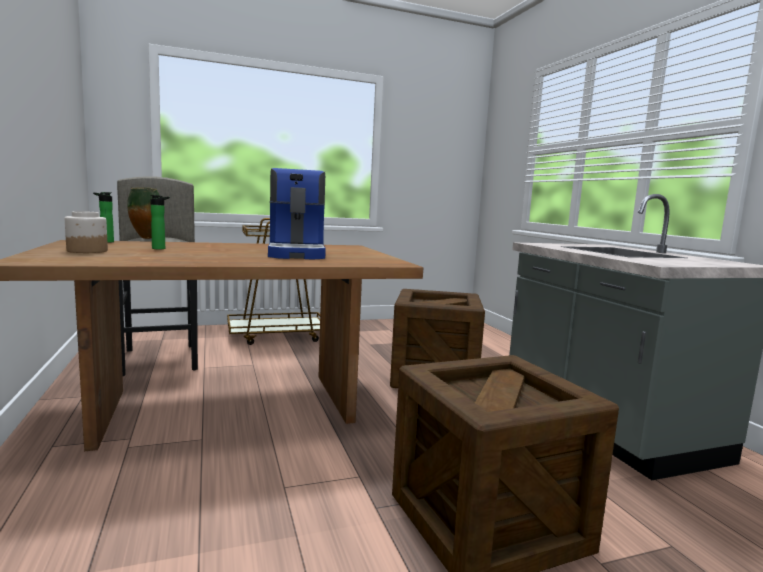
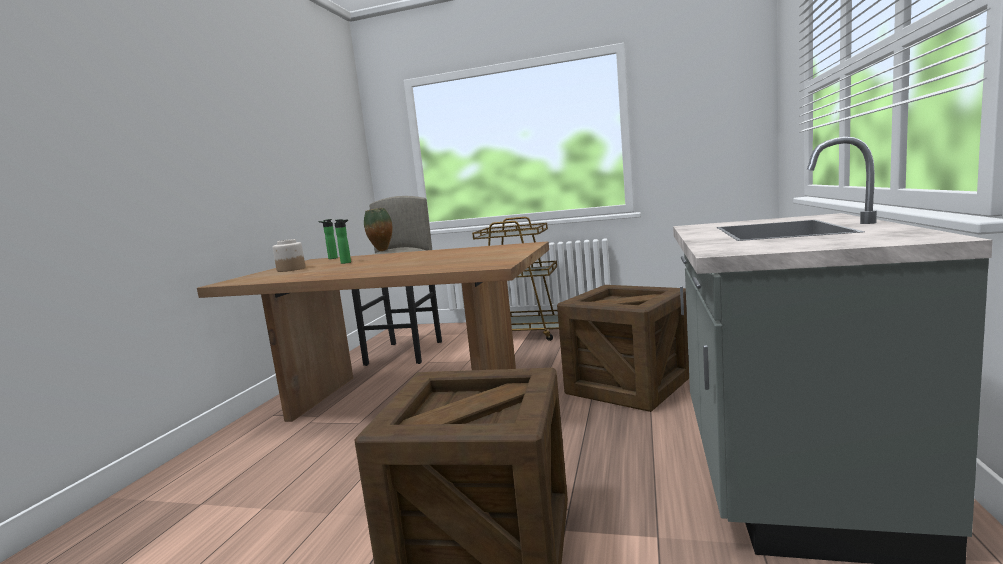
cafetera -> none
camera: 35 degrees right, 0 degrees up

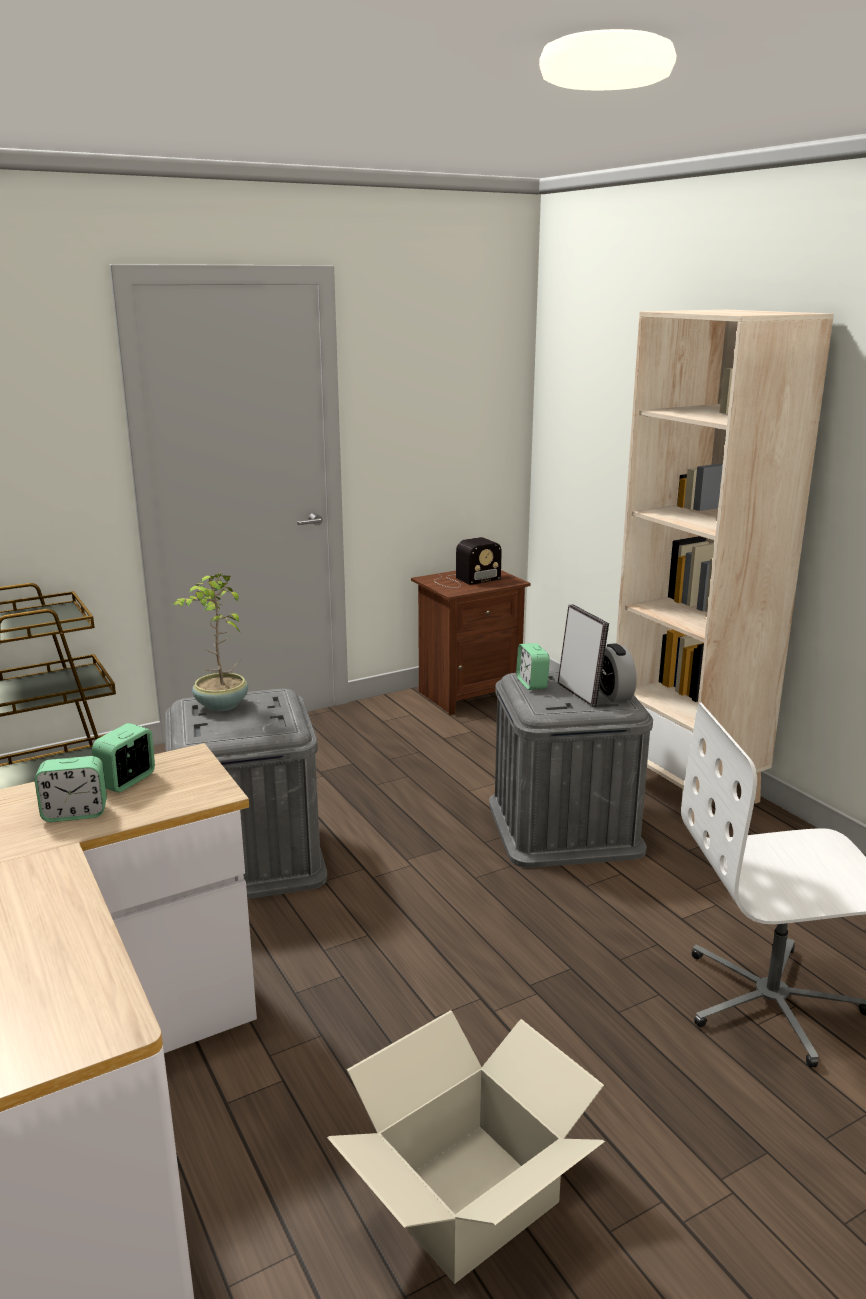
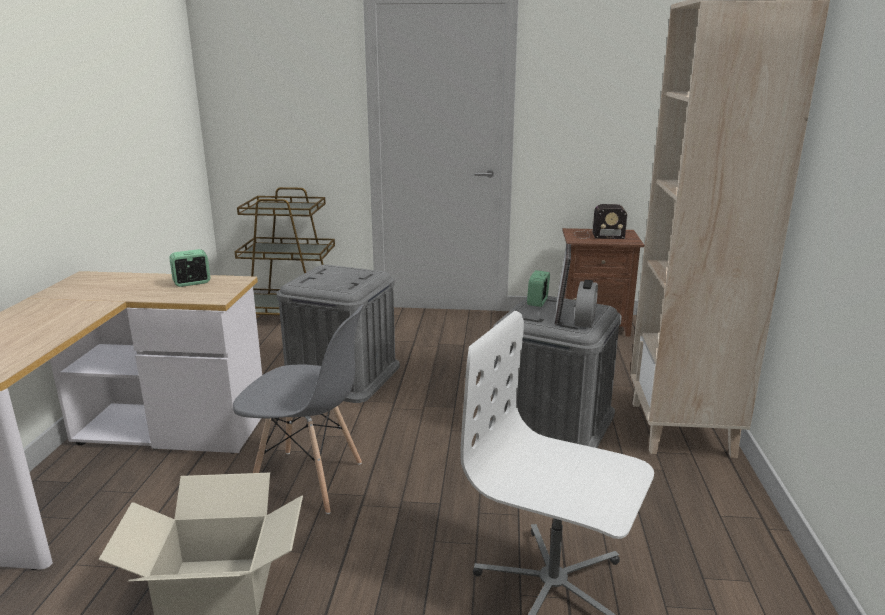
planta en maceta -> none
despertador (no. 1 from left) -> none
none -> silla (gris)
camera: 35 degrees right, 0 degrees up

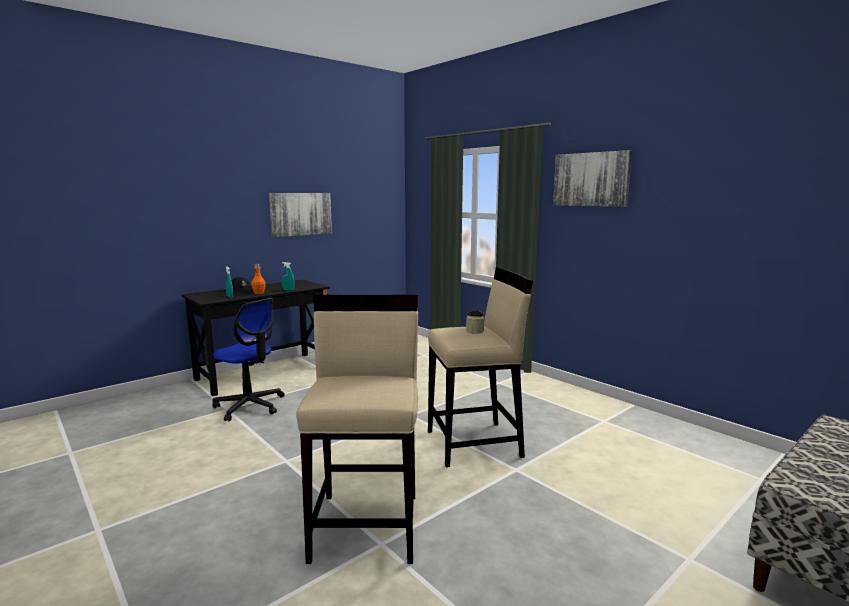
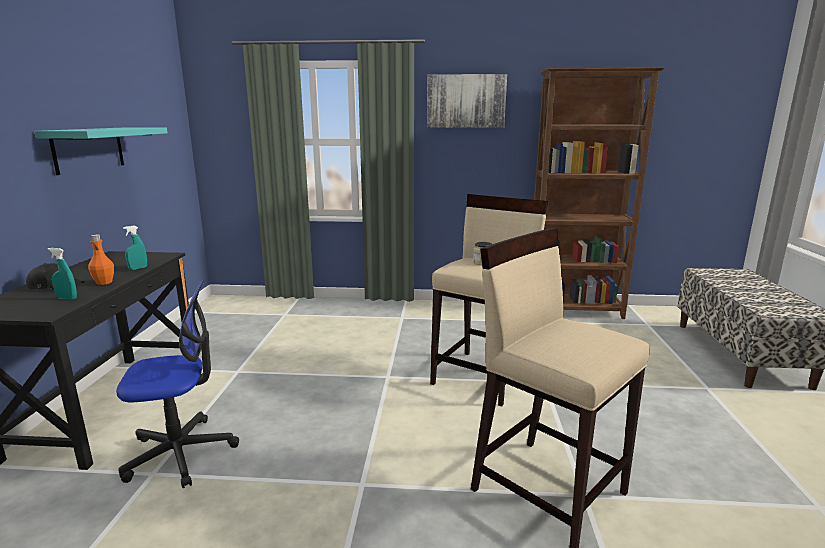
cuadro (no. 1 from left) -> estante (turquesa)
none -> estantería (marrón)
camera: 45 degrees left, 5 degrees up

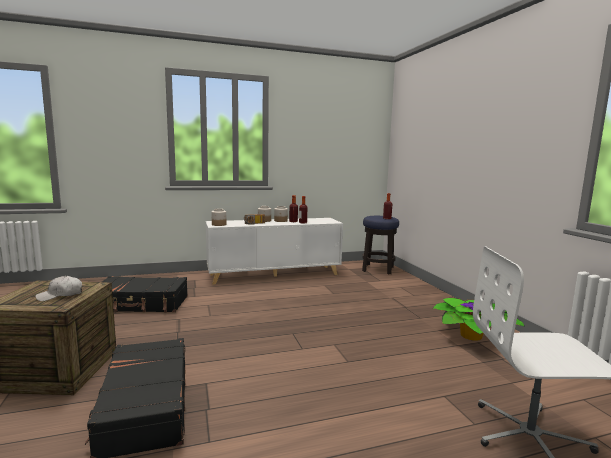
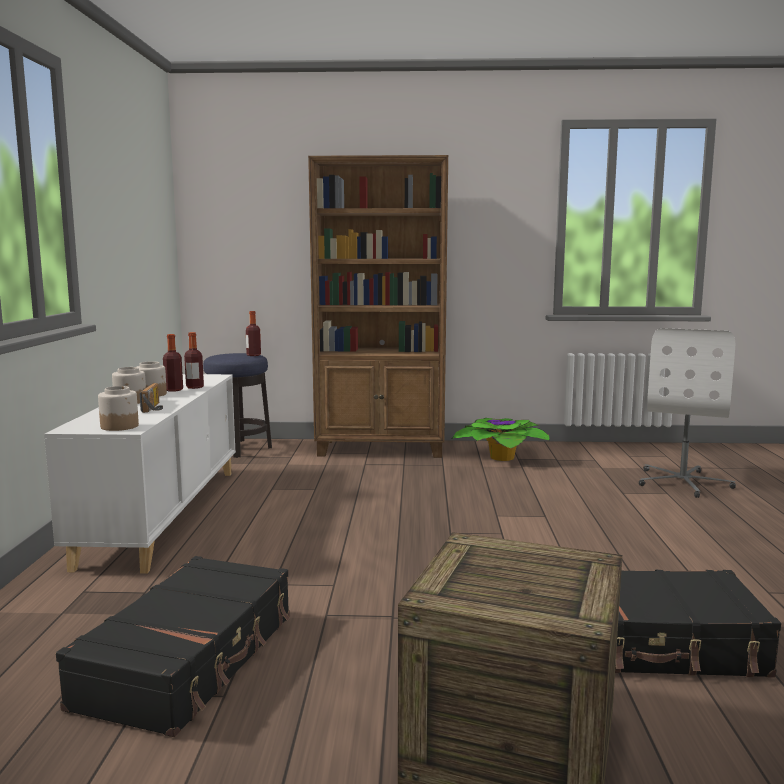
gorra (blanco) -> none
none -> estantería (marrón)
camera: 70 degrees left, 0 degrees up

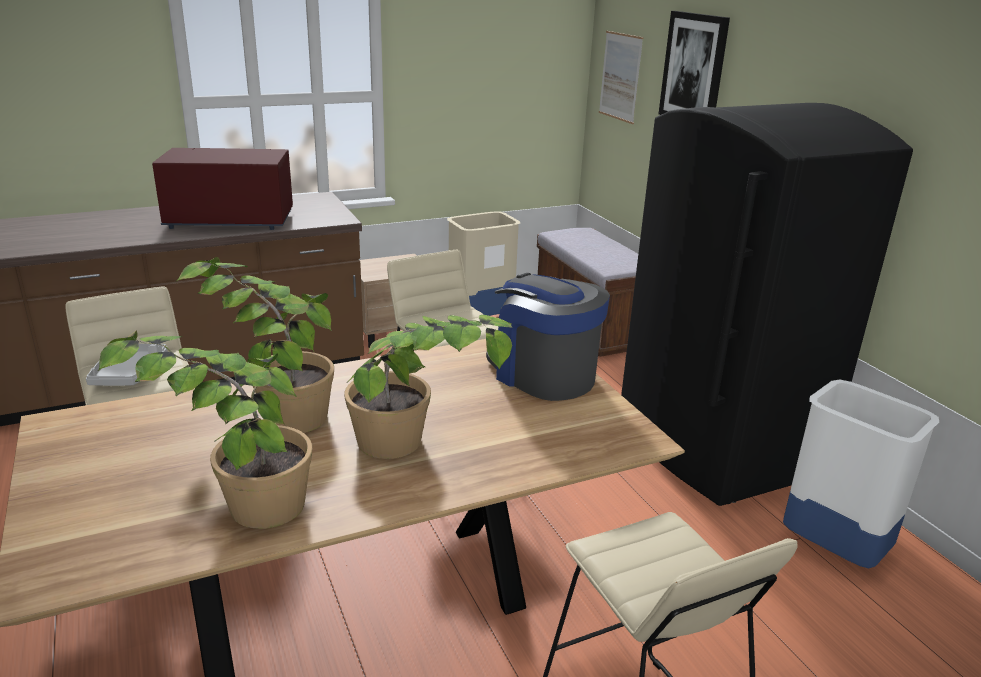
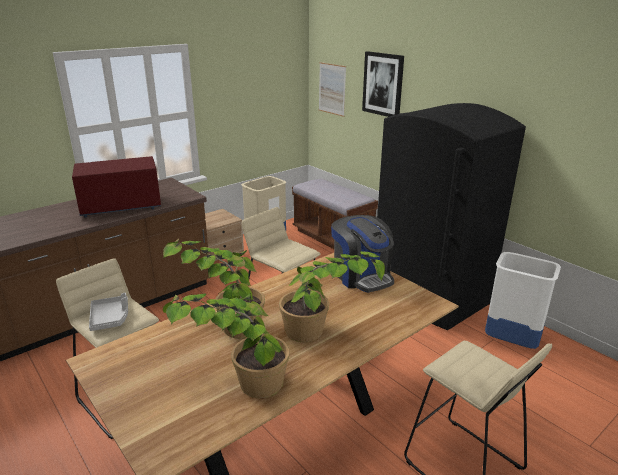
cafetera, 150 degrees counterclockwise
camera: 15 degrees left, 0 degrees up

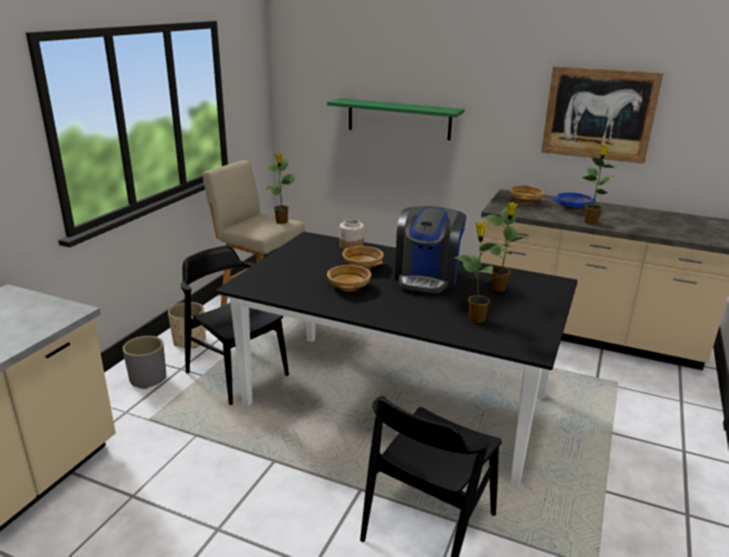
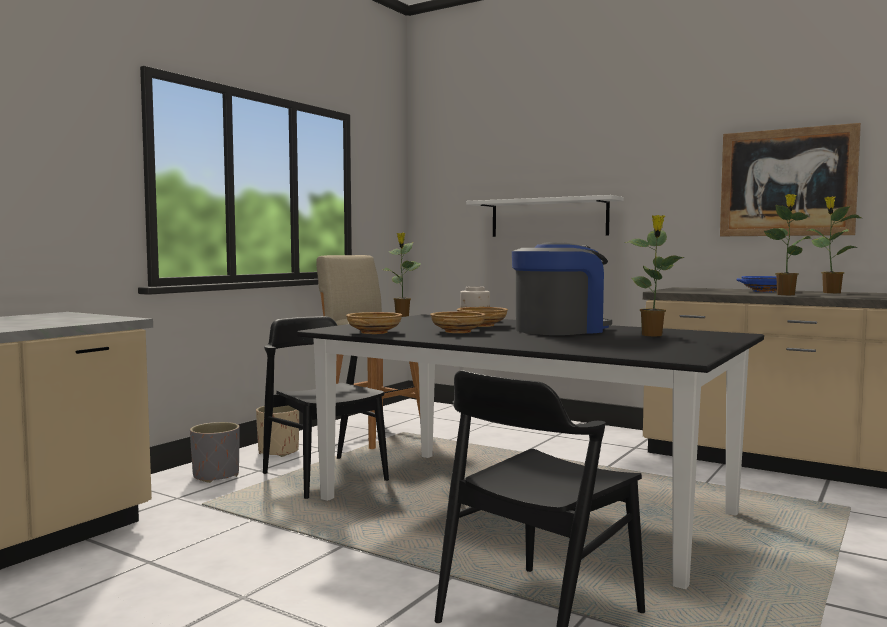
estante (verde) -> estante (blanco)
cuenco (beis) (no. 3 from left in the first image) -> cuenco (beis) (no. 1 from left), relocated
cafetera, 150 degrees counterclockwise
planta en maceta (no. 2 from left in the first image) -> planta en maceta (no. 4 from left), relocated
camera: 10 degrees right, 20 degrees down

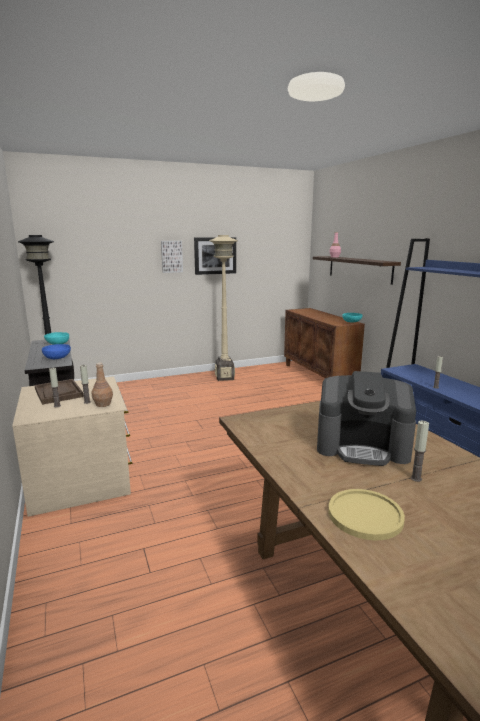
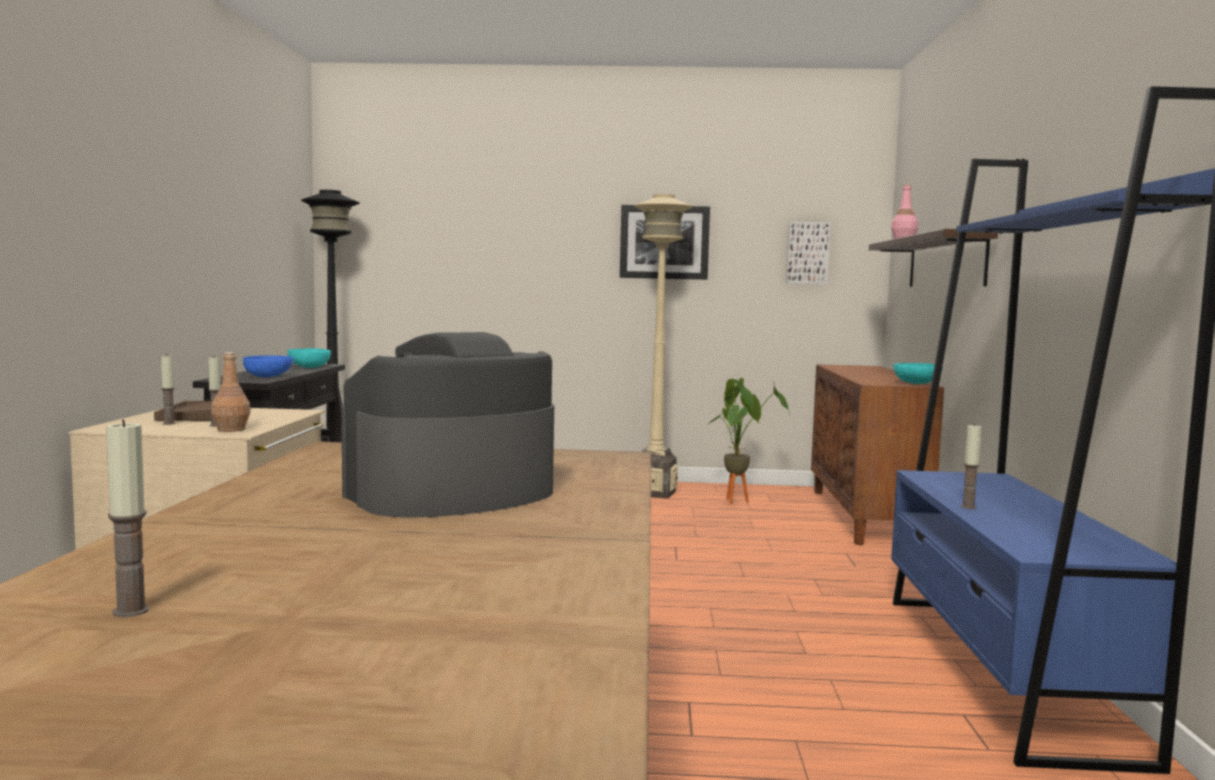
cuadro (no. 1 from left in the first image) -> cuadro (no. 2 from left), relocated
cafetera, 105 degrees clockwise
vela (no. 3 from left in the first image) -> vela (no. 1 from left), relocated
plato (amarillo) -> none
none -> planta en maceta
camera: 25 degrees right, 10 degrees down

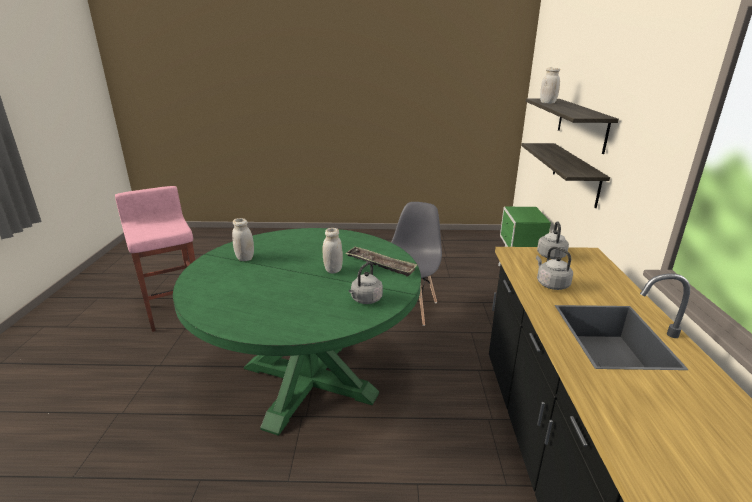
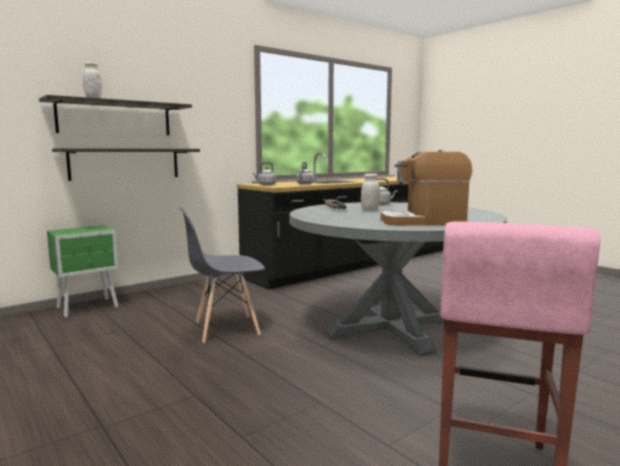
tarro (blanco) (no. 1 from left) -> cafetera
mesa de comedor (verde) -> mesa de comedor (gris)
camera: 130 degrees left, 15 degrees down

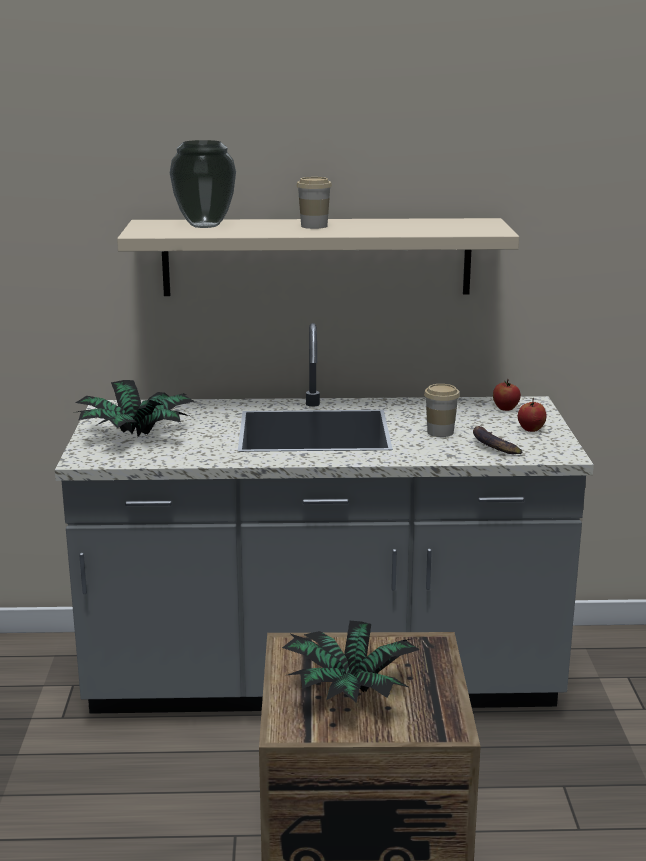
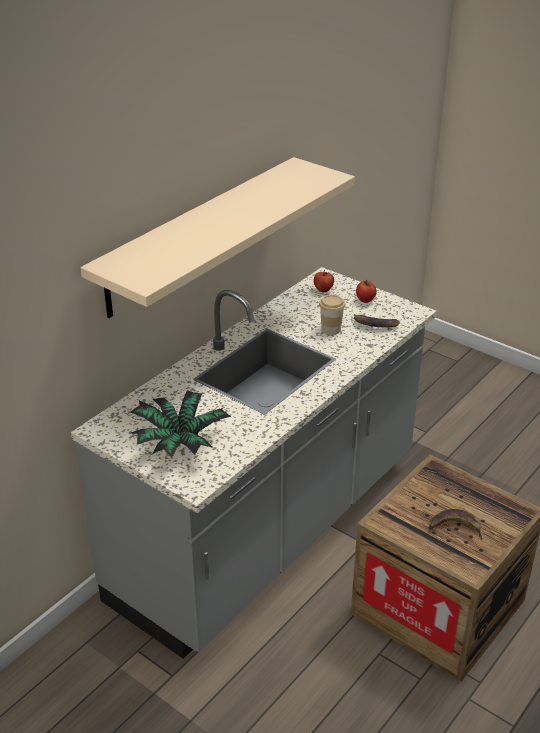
florero -> none
taza (no. 1 from left) -> none
planta en maceta (no. 2 from left) -> plátano (no. 2 from left)
camera: 50 degrees left, 15 degrees up

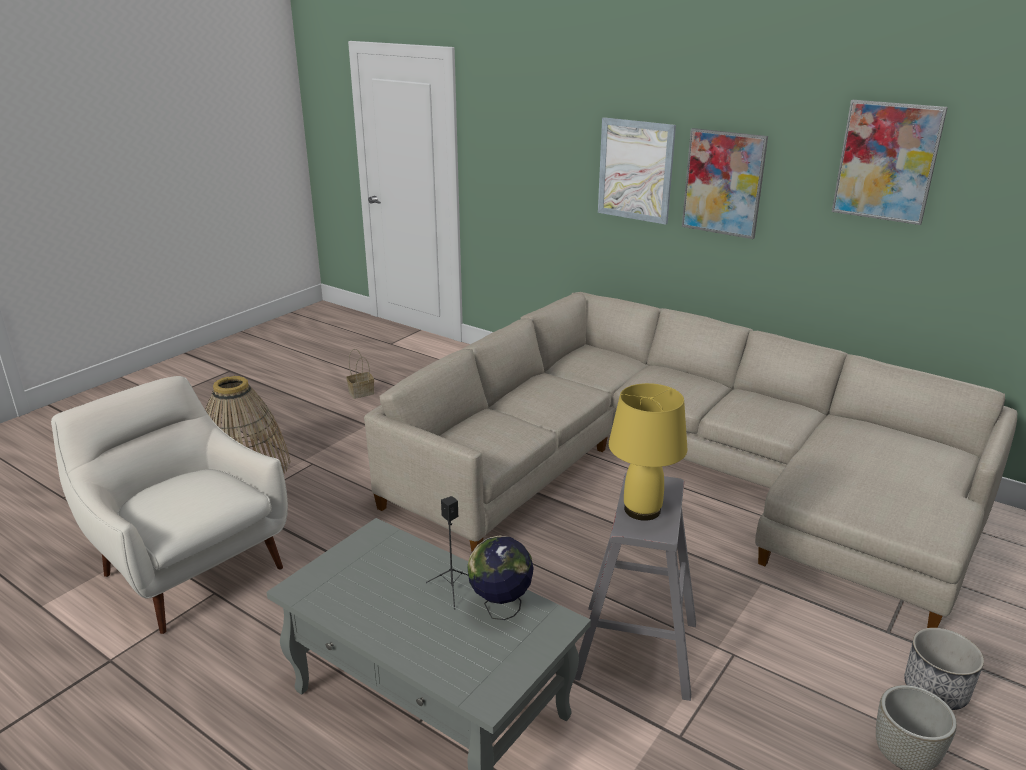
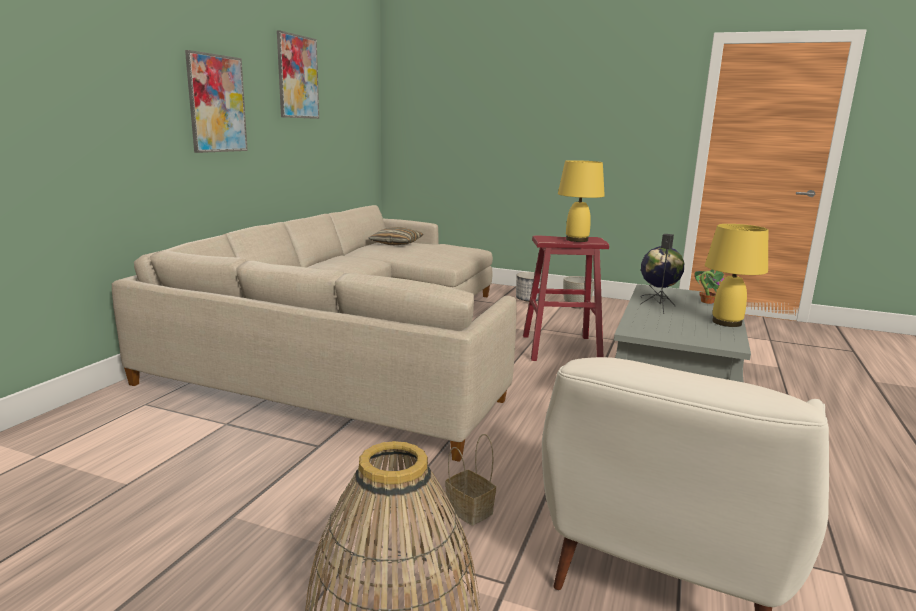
cuadro (no. 1 from left) -> none
cesta (no. 2 from left), relocated
taburete (gris) -> taburete (rojo)
none -> lámpara de mesa (amarillo) (no. 2 from left)
none -> cojín
none -> planta en maceta
camera: 105 degrees left, 10 degrees down

